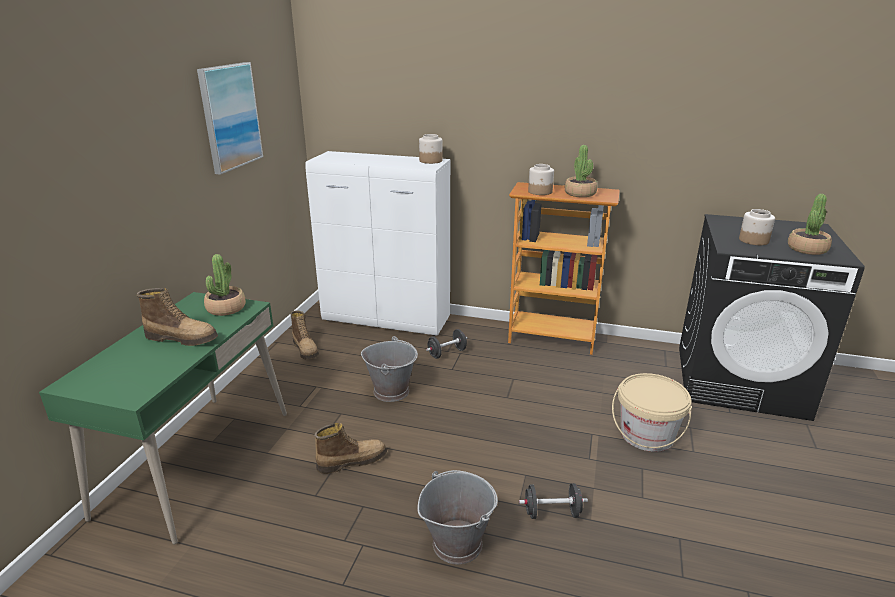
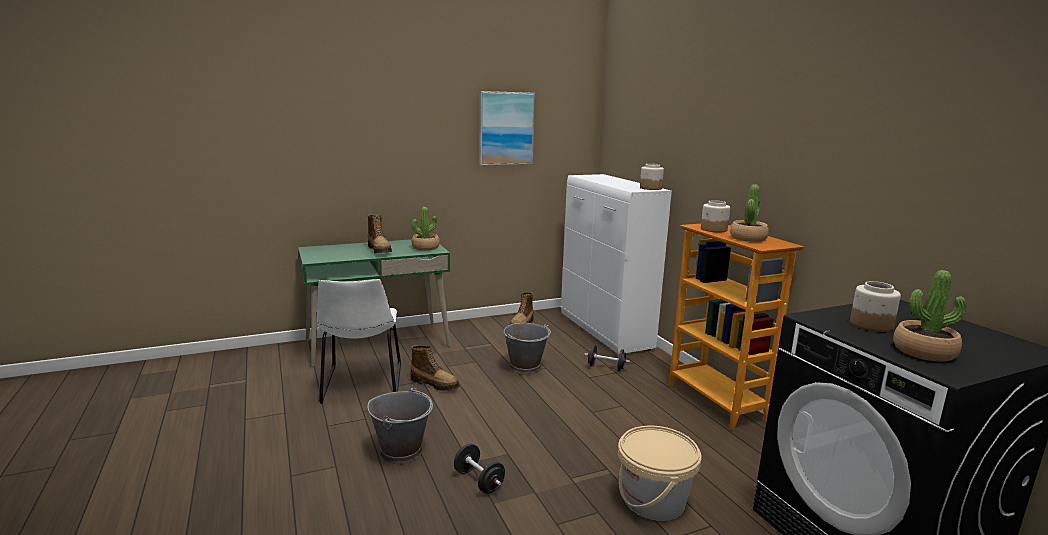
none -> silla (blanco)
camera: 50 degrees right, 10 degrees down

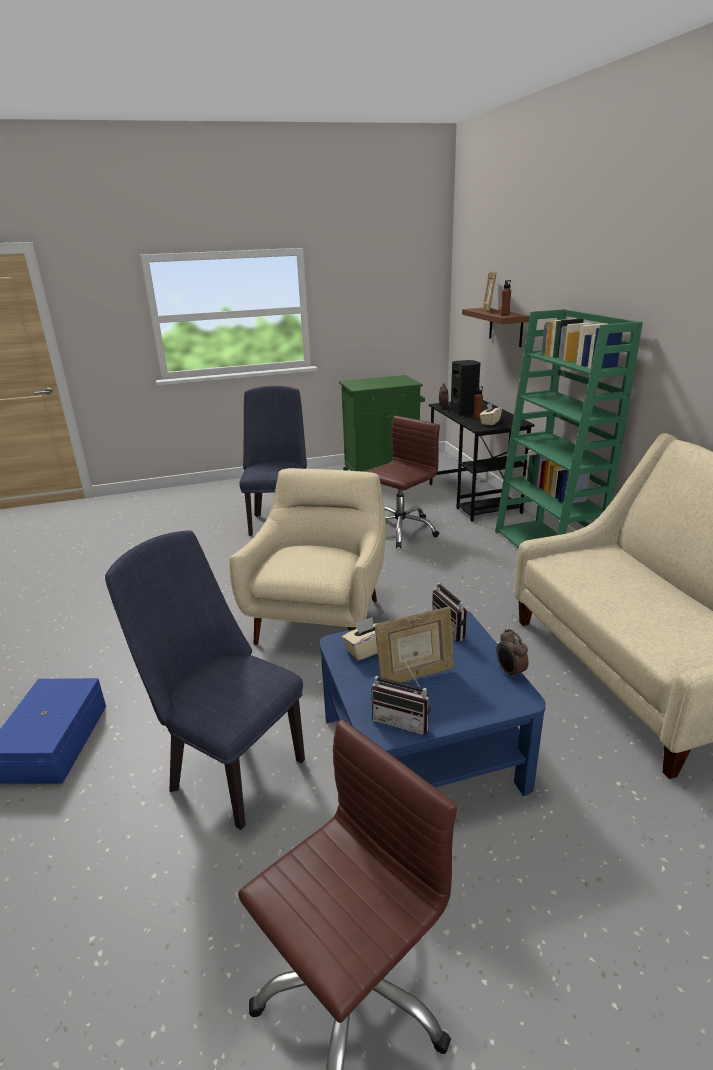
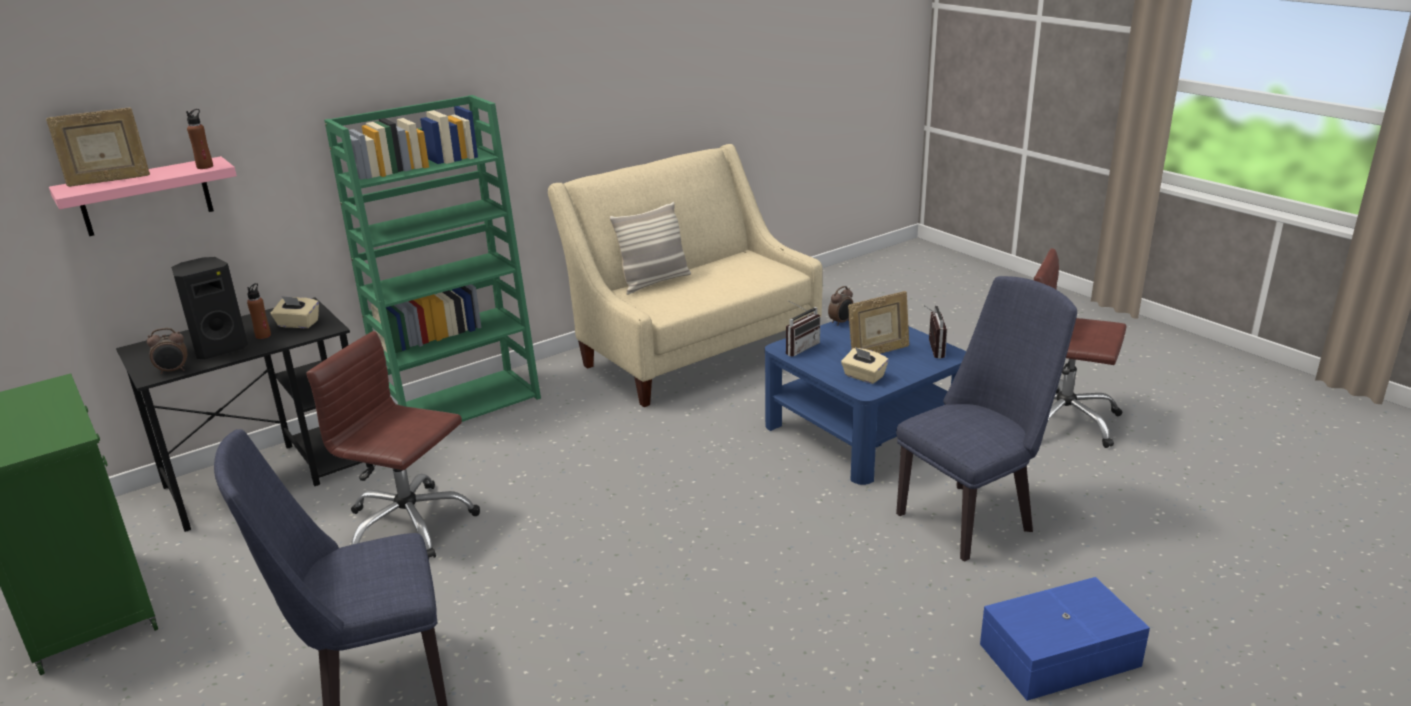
estante (marrón) -> estante (rosa)
sillón (beis) -> none
silla (azul) (no. 1 from left in the first image) -> silla (azul) (no. 2 from left), 135 degrees counterclockwise
portarretratos (no. 1 from left in the first image) -> portarretratos (no. 2 from left), 105 degrees clockwise
none -> cojín
camera: 110 degrees left, 0 degrees up

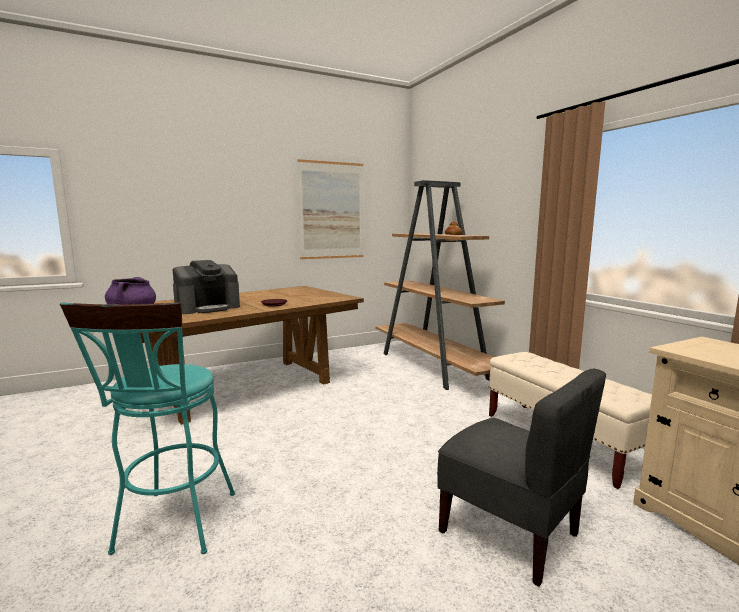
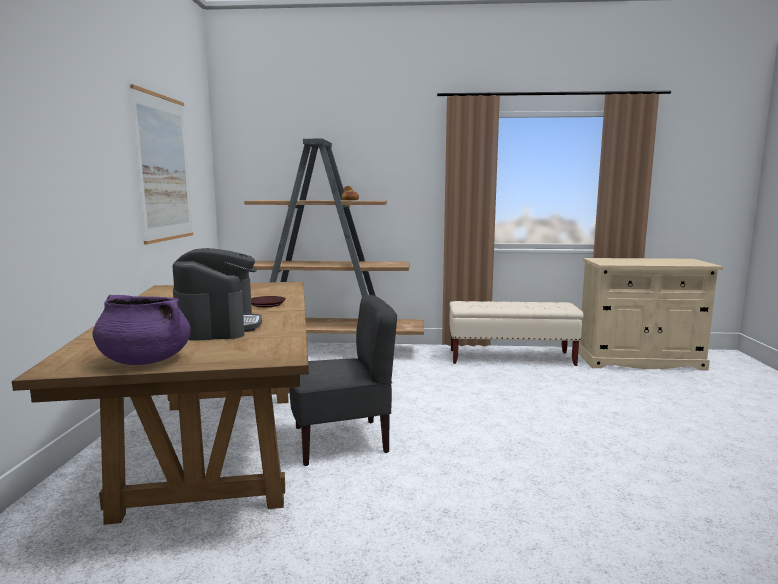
taburete (turquesa) -> none
silla (gris), relocated
camera: 60 degrees left, 0 degrees up

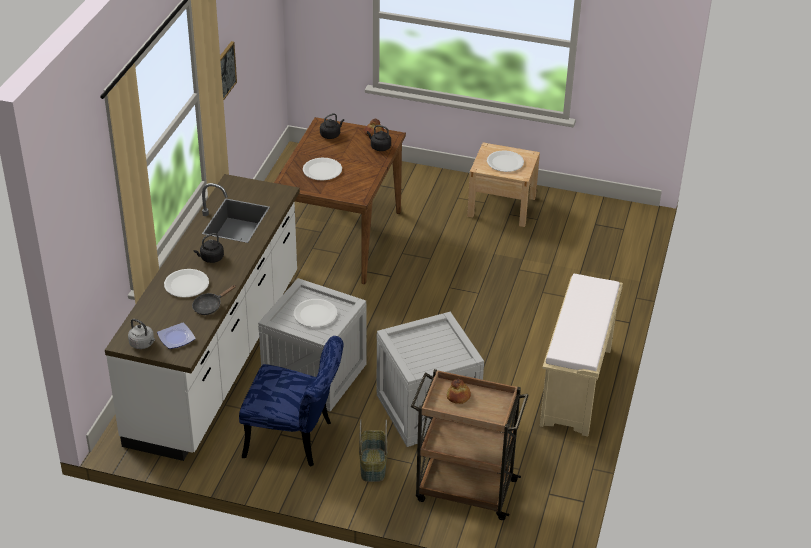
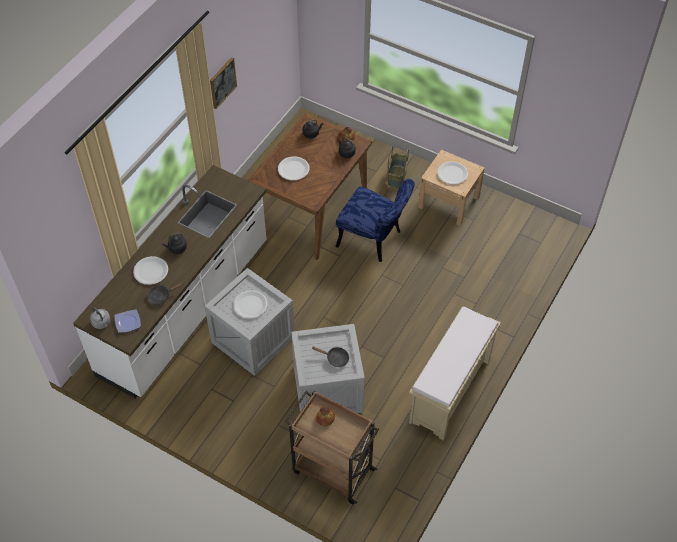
silla (azul), relocated
cesta, relocated
none -> sartén (negro) (no. 2 from left)
camera: 15 degrees right, 15 degrees up

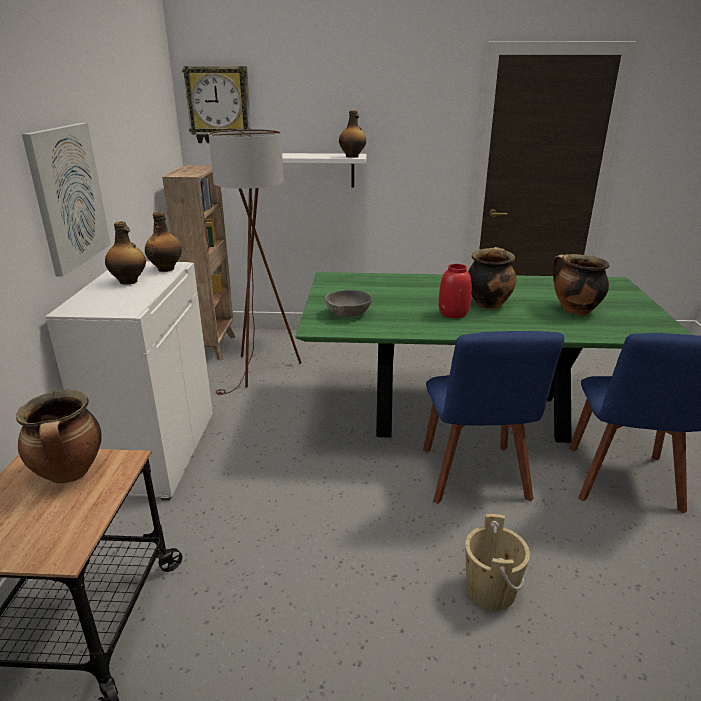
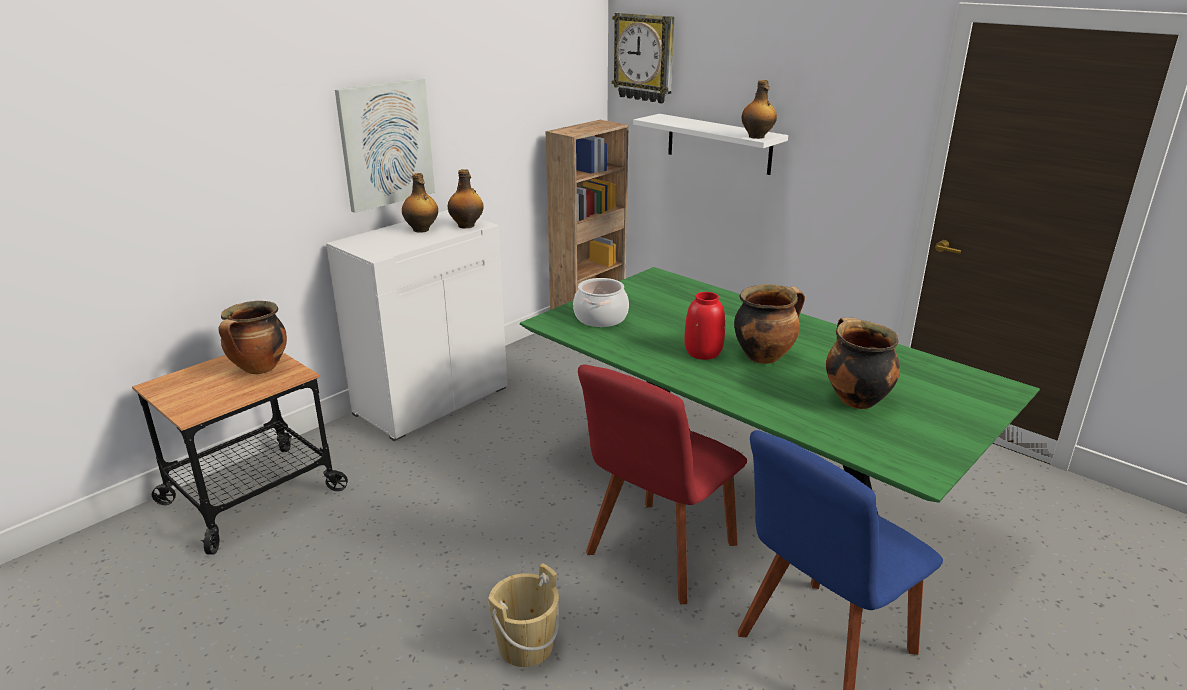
lámpara de pie (marrón) -> none
cuenco (gris) -> olla (no. 2 from left)
silla (azul) (no. 1 from left) -> silla (rojo)
camera: 40 degrees right, 0 degrees up

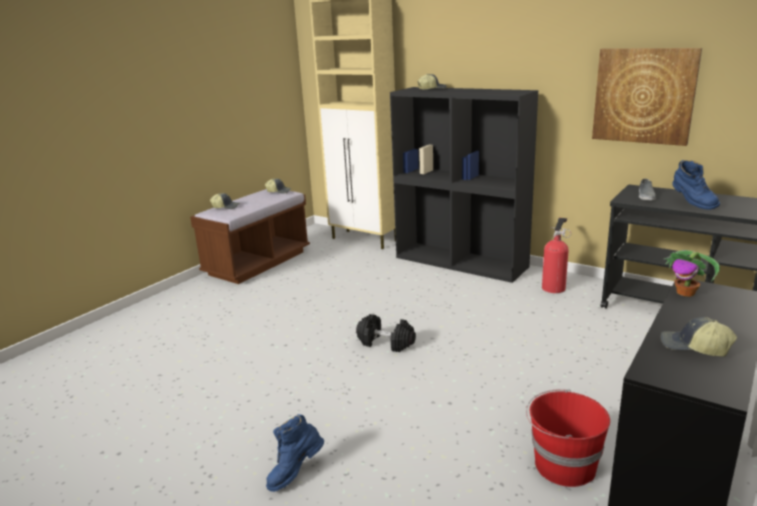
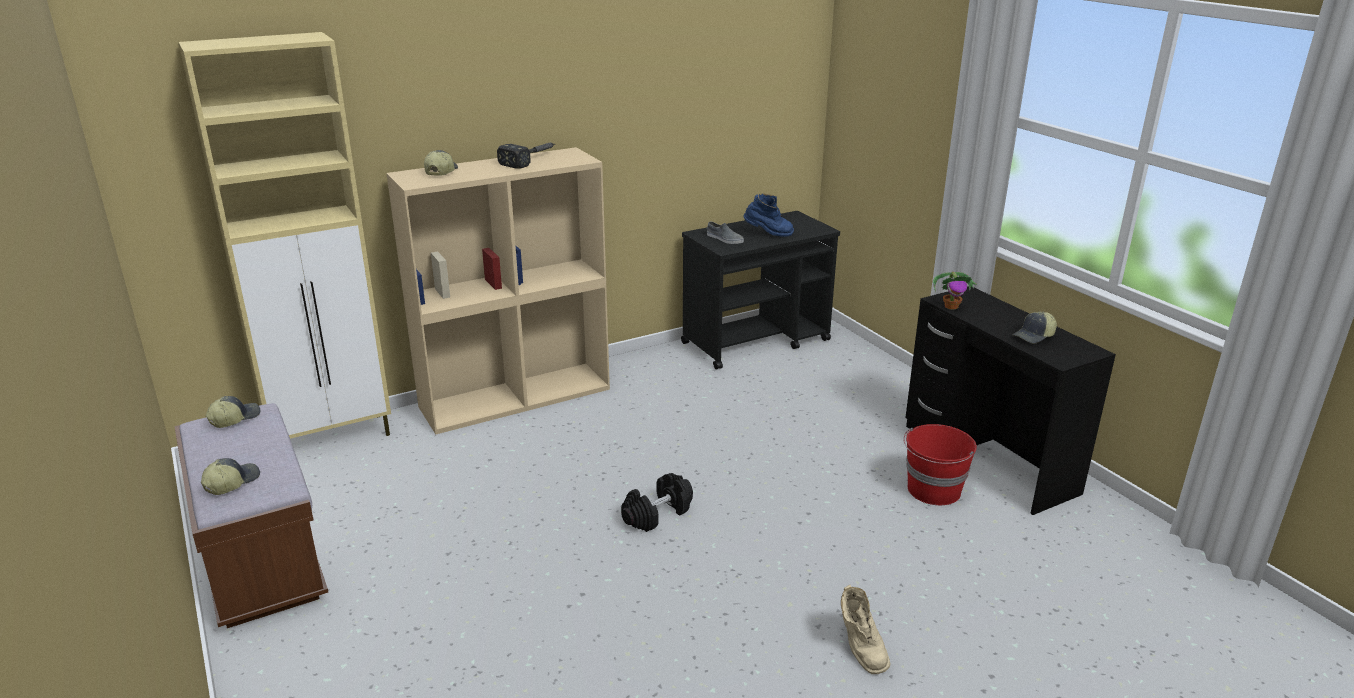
cuadro -> none
estantería (negro) -> estantería (beis)
extintor -> none
bota (azul) (no. 1 from left) -> bota (beis)
none -> martillo
camera: 65 degrees left, 5 degrees up

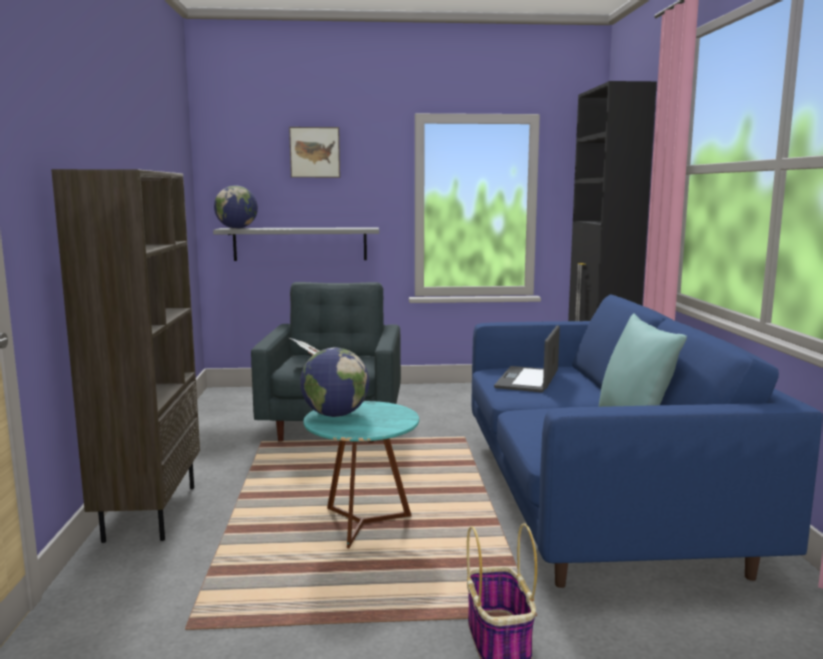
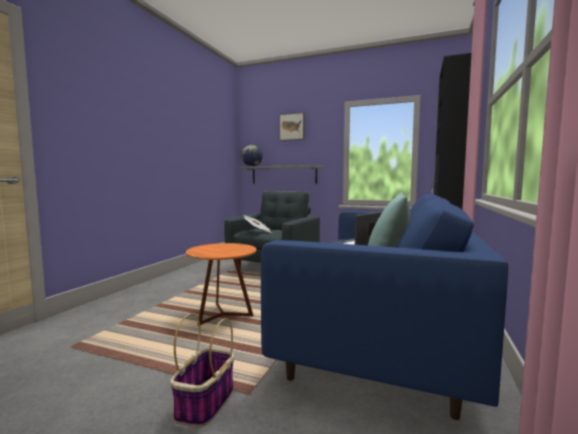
estantería (marrón) -> none
globo terráqueo (no. 2 from left) -> none
mesa auxiliar (turquesa) -> mesa auxiliar (naranja)
camera: 25 degrees right, 5 degrees down

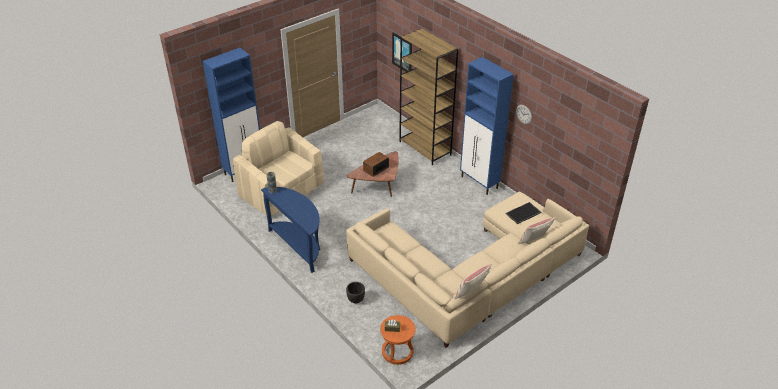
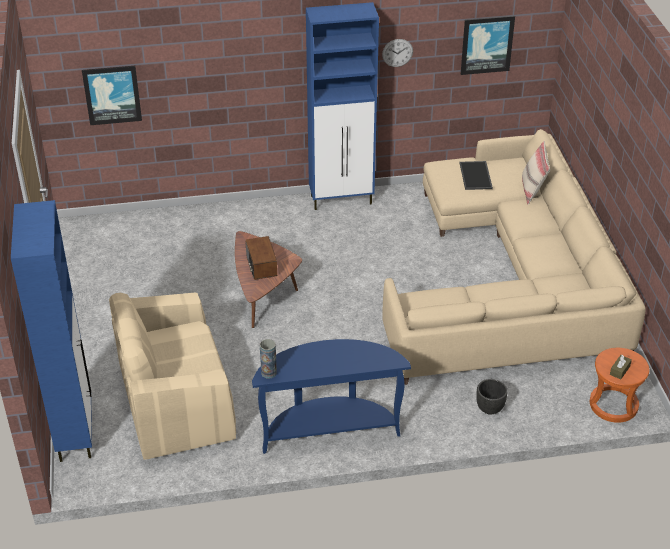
estantería (marrón) -> none
cojín (beis) (no. 1 from left) -> none
none -> cuadro (no. 2 from left)
camera: 60 degrees left, 0 degrees up

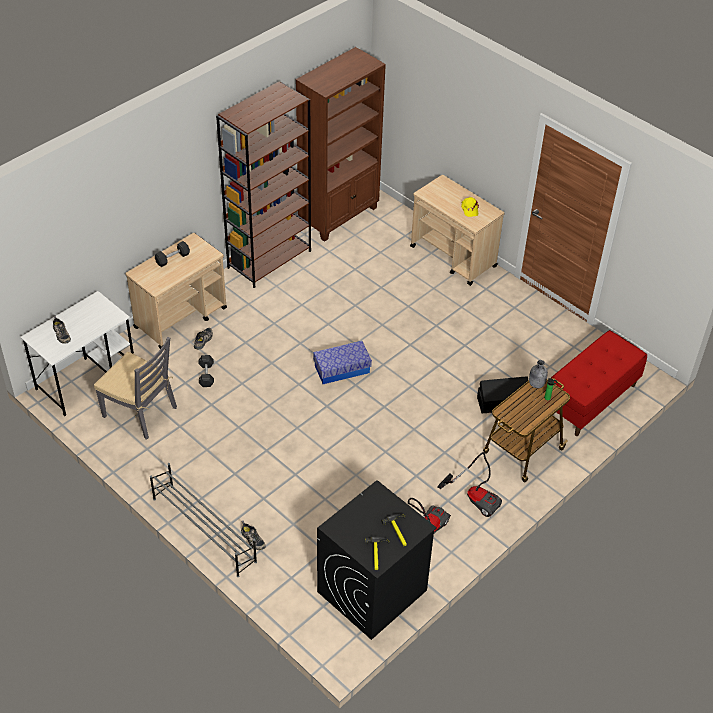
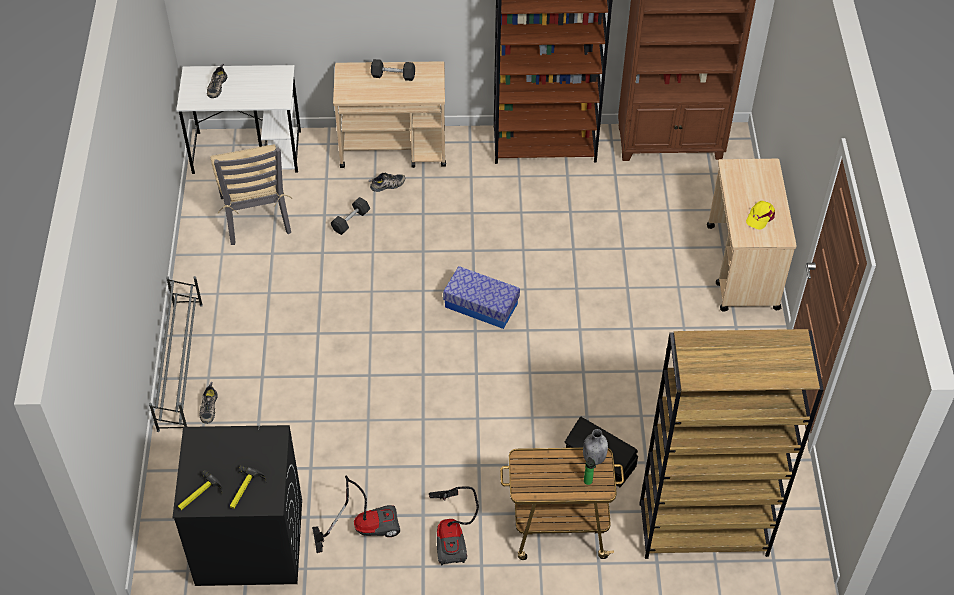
banco (rojo) -> estantería (marrón) (no. 3 from left)
camera: 45 degrees right, 5 degrees up

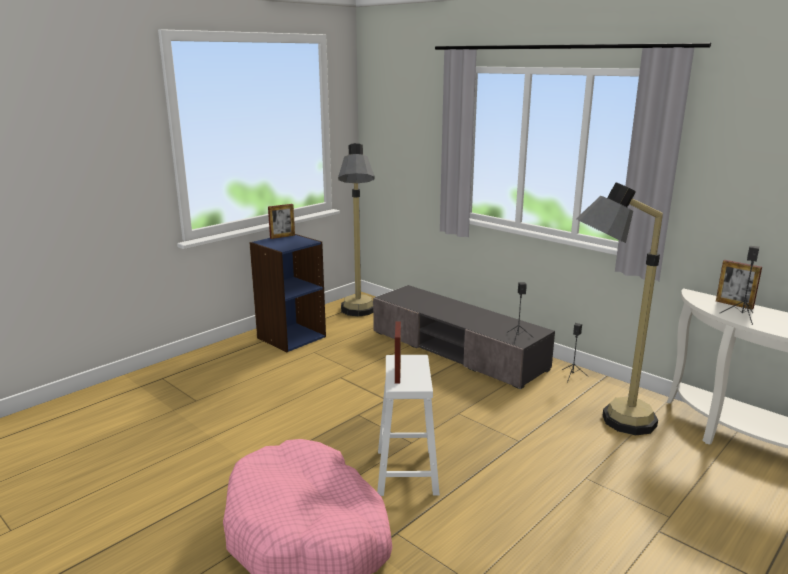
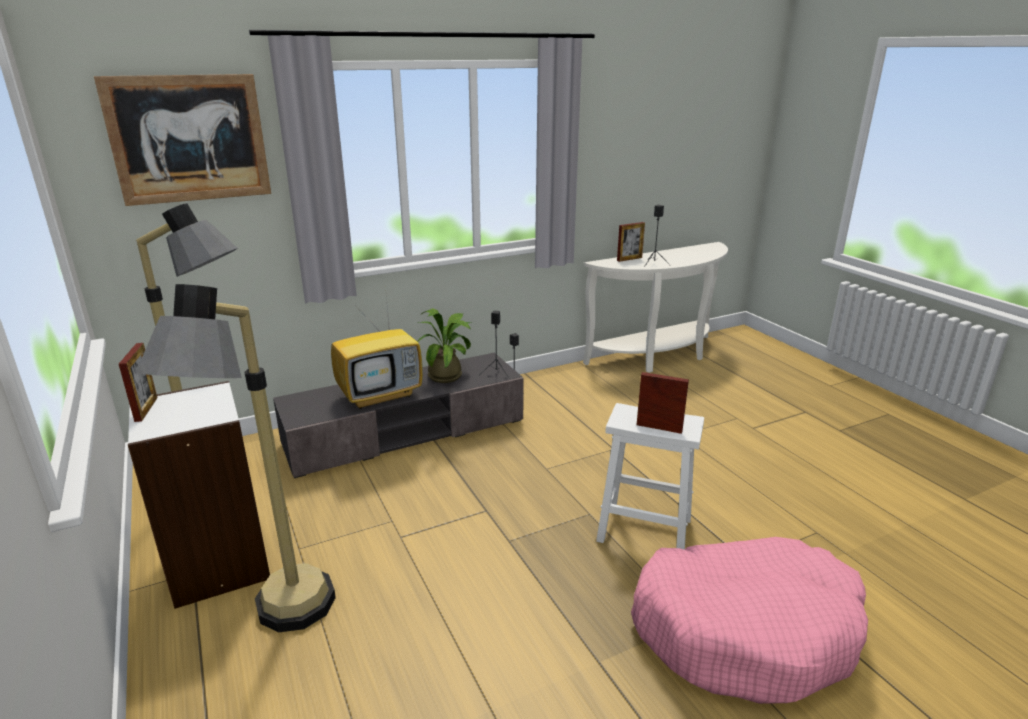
lámpara de pie (no. 2 from left), relocated
estantería (azul) -> estantería (blanco)
none -> cuadro
none -> televisor
none -> planta en maceta
camera: 70 degrees left, 5 degrees up

